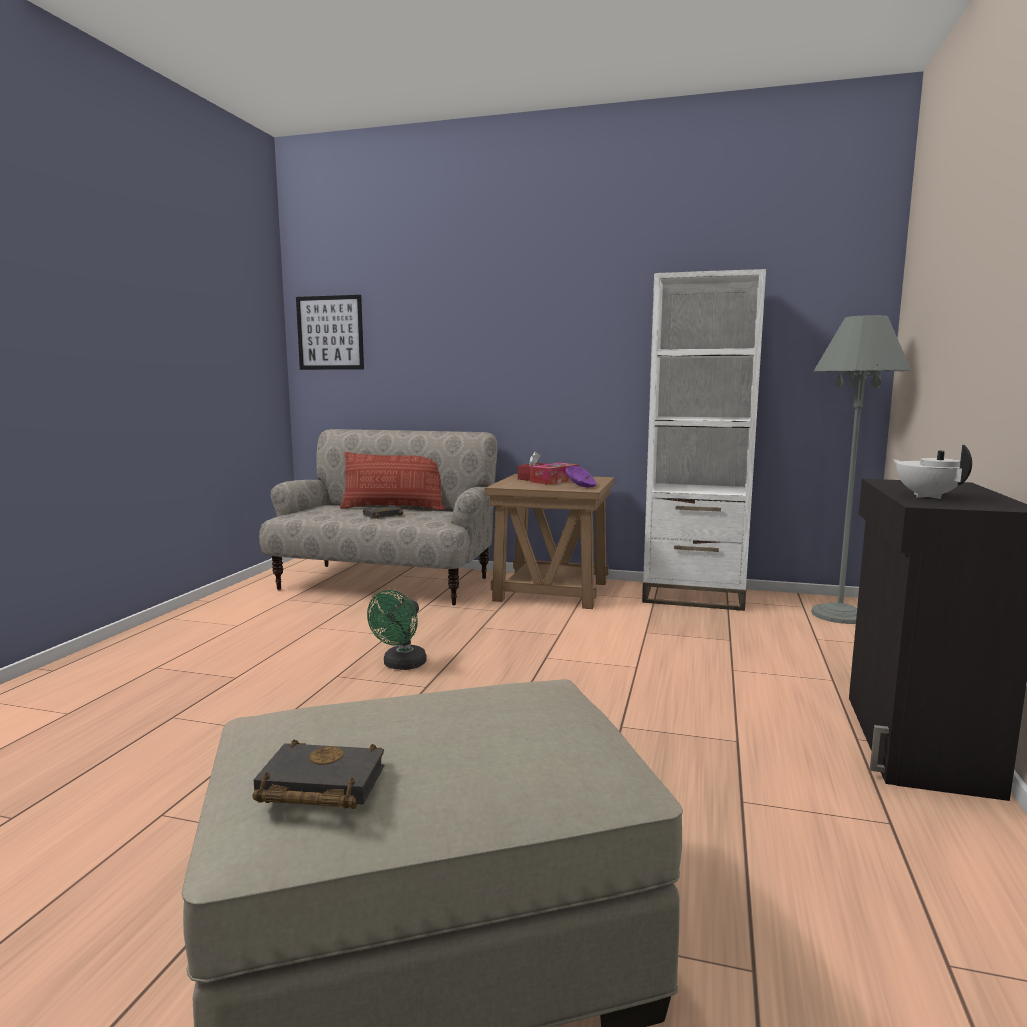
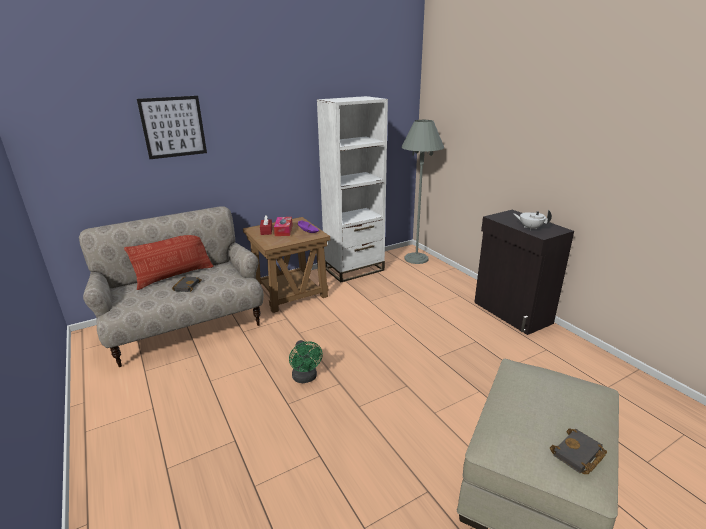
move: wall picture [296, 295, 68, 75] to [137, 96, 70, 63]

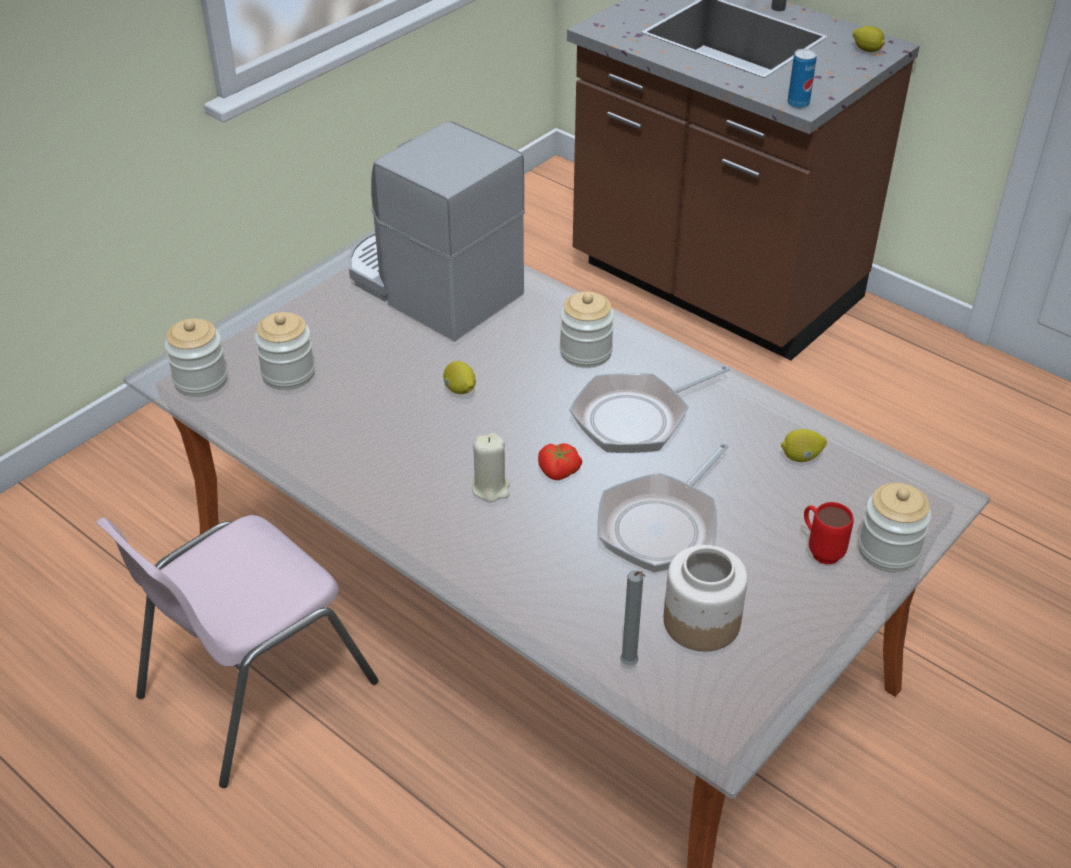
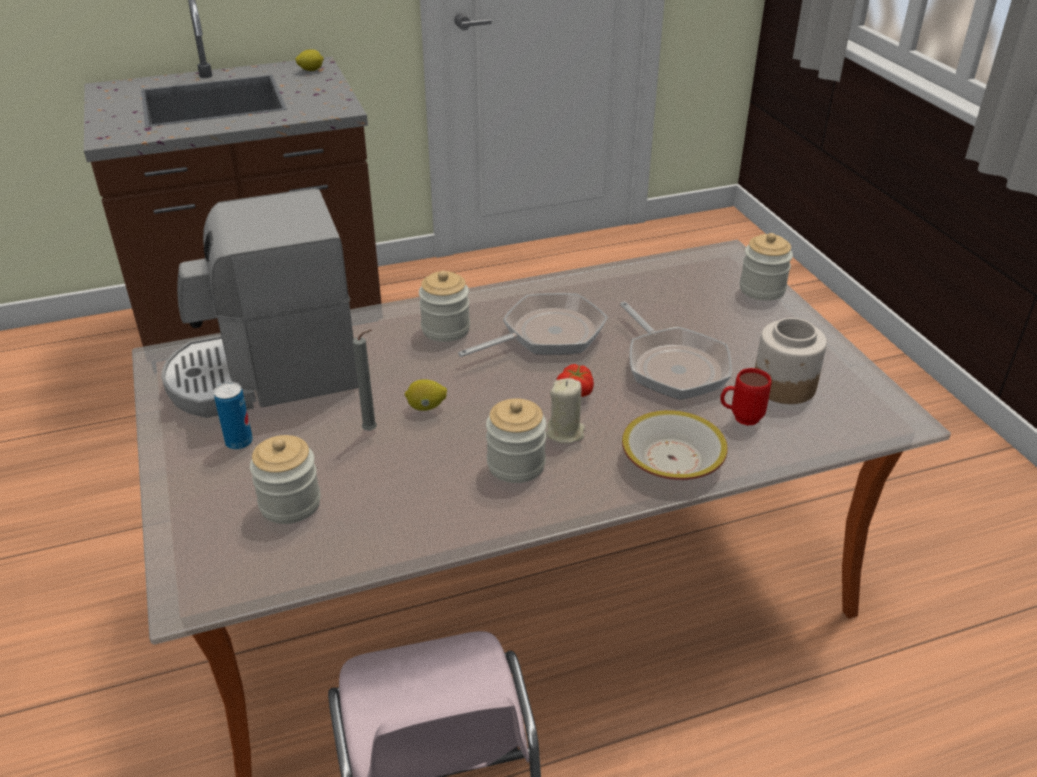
delete: whole lemon [781, 429, 46, 33]
insert: deep dish [622, 410, 106, 70]
move: sealed can [787, 49, 30, 59] to [213, 382, 40, 68]; preserve jar [164, 318, 64, 78] to [486, 398, 61, 85]; red coffee mug [804, 502, 50, 63] to [720, 368, 51, 58]; greyish candle [620, 570, 25, 96] to [353, 330, 24, 101]
rotate: pan [569, 365, 161, 88] = [458, 293, 150, 64] 120 degrees counterclockwise

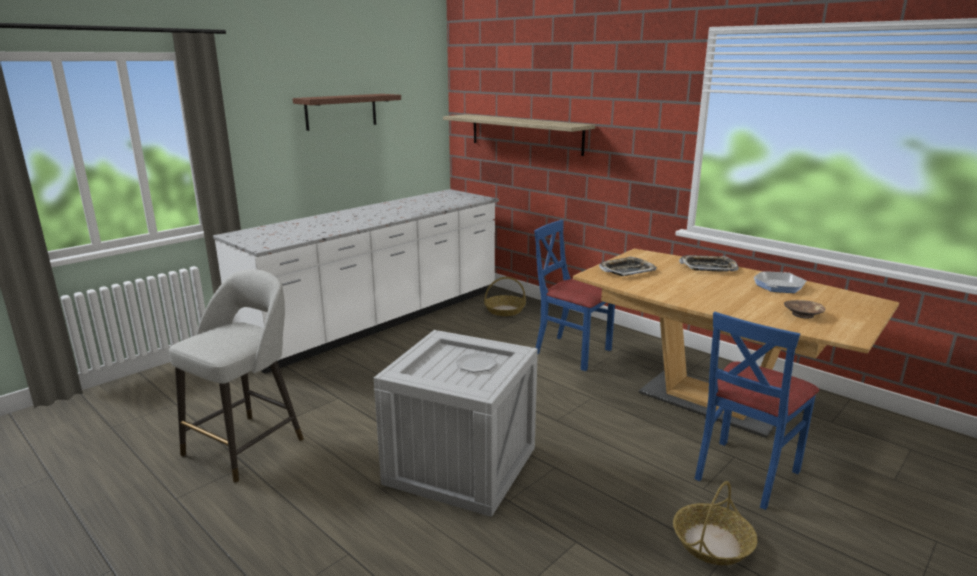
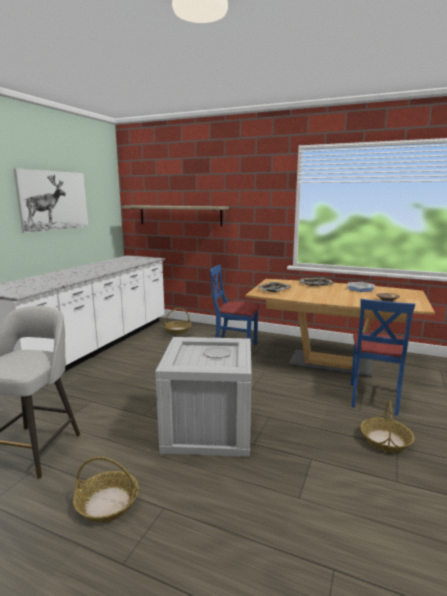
insert: storage basket [73, 457, 66, 66]
replace: brown-coloured shelf [293, 94, 108, 37] to wall picture [14, 168, 74, 65]

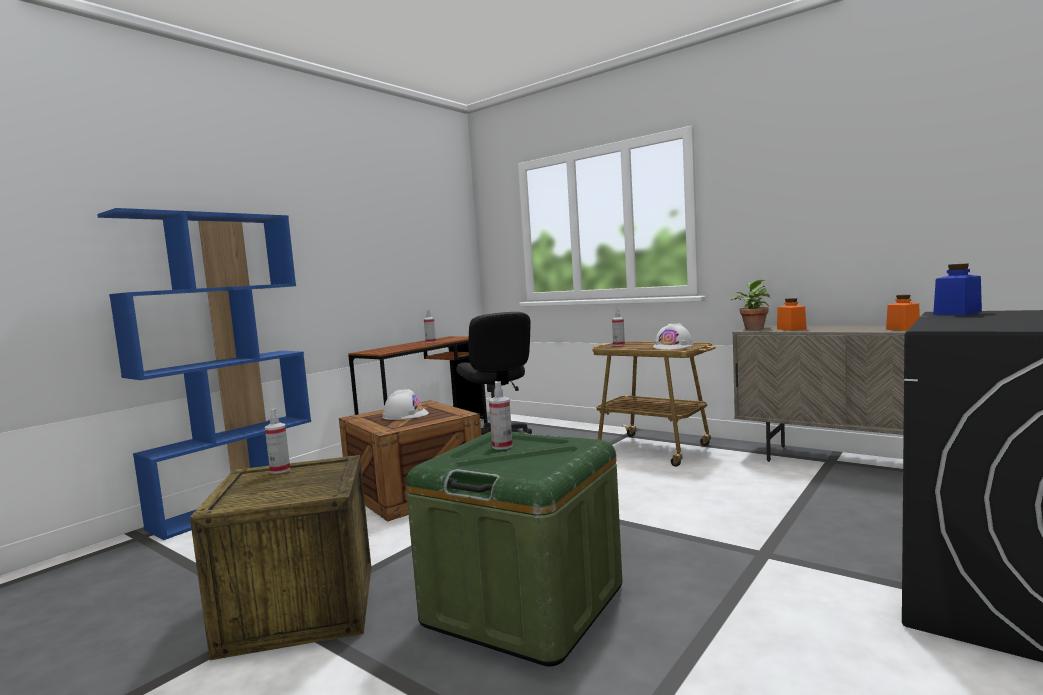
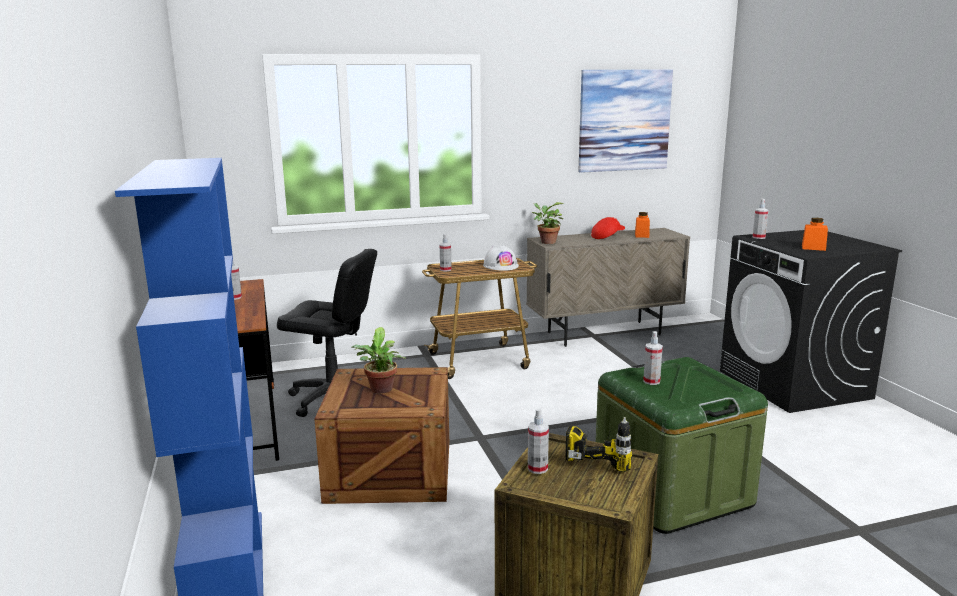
insert: wall picture [578, 69, 95, 104]; red peaked cap [591, 217, 34, 22]; drill [565, 417, 67, 55]
move: orange-coloured preserve jar [777, 298, 30, 33] to [802, 218, 26, 33]
replace: bluish preserve jar [933, 263, 49, 52] to sprayer [753, 199, 16, 40]; whitish hard hat [382, 389, 47, 31] to potted plant [351, 327, 55, 67]

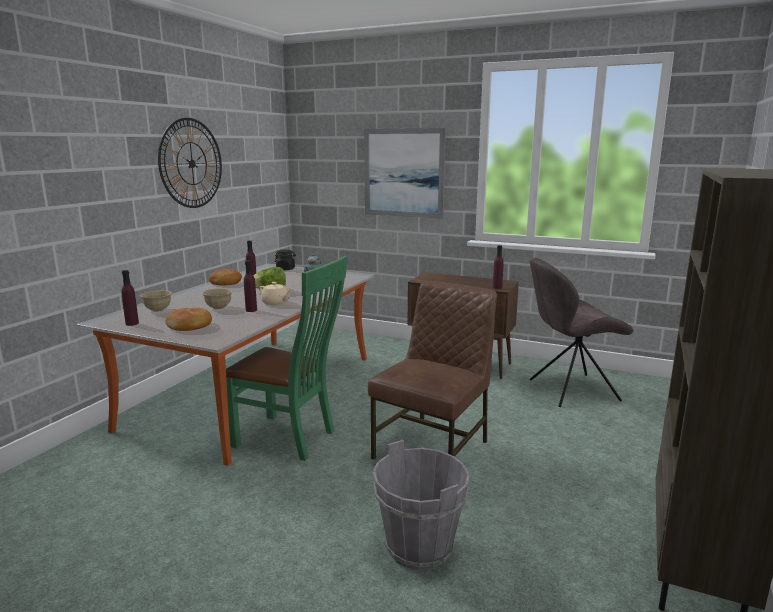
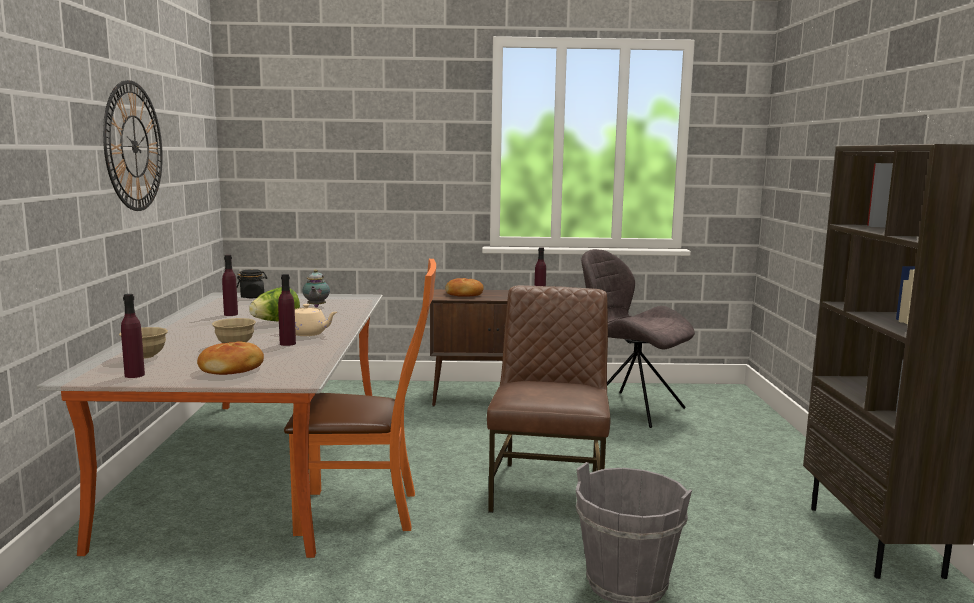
delete: wall picture [364, 128, 82, 91]
move: bakery bread [209, 269, 33, 16] to [445, 278, 39, 19]
recolor: greenish upright chair [226, 256, 122, 205] to orange-coloured upright chair [284, 259, 152, 277]
rotate: greyish upright chair [530, 258, 104, 149] = [581, 249, 114, 179] 75 degrees clockwise

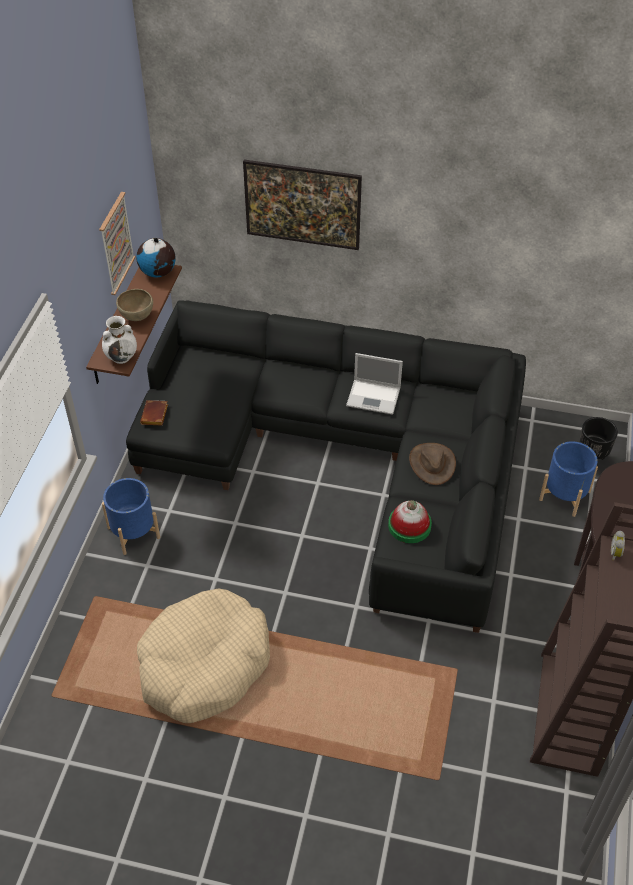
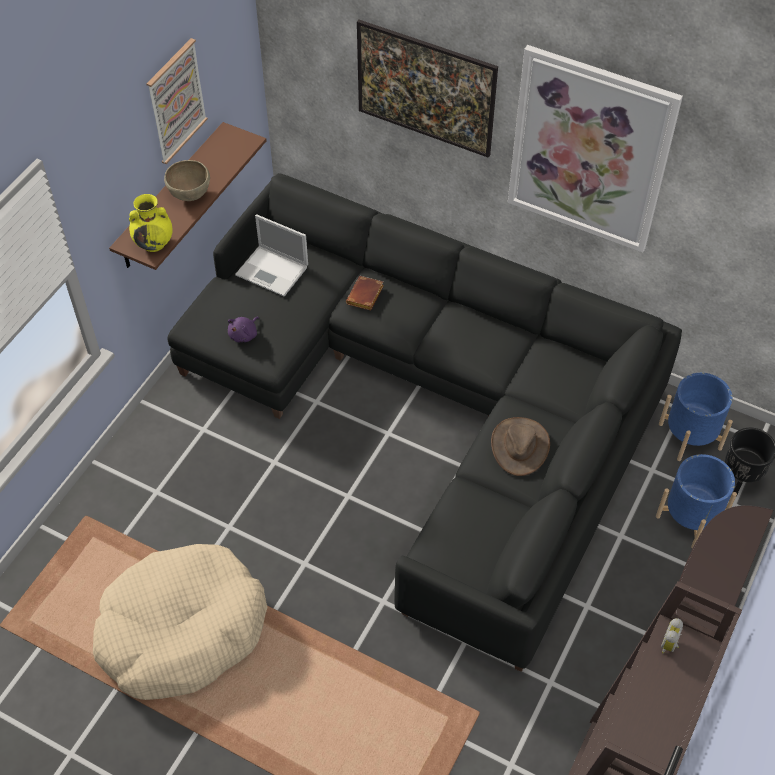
delete: desk globe [136, 237, 40, 40]; hat [388, 500, 44, 43]
insert: wall picture [508, 45, 175, 208]; purple cuddly toy [228, 317, 31, 26]
move: portable computer [346, 353, 57, 62] to [235, 214, 73, 83]; brown-coloured book [140, 400, 28, 26] to [346, 276, 38, 34]; bluish plant pot [102, 478, 58, 77] to [659, 373, 74, 88]
recolor: whitish decorative vase [102, 316, 35, 48] to yellow decorative vase [129, 194, 44, 58]

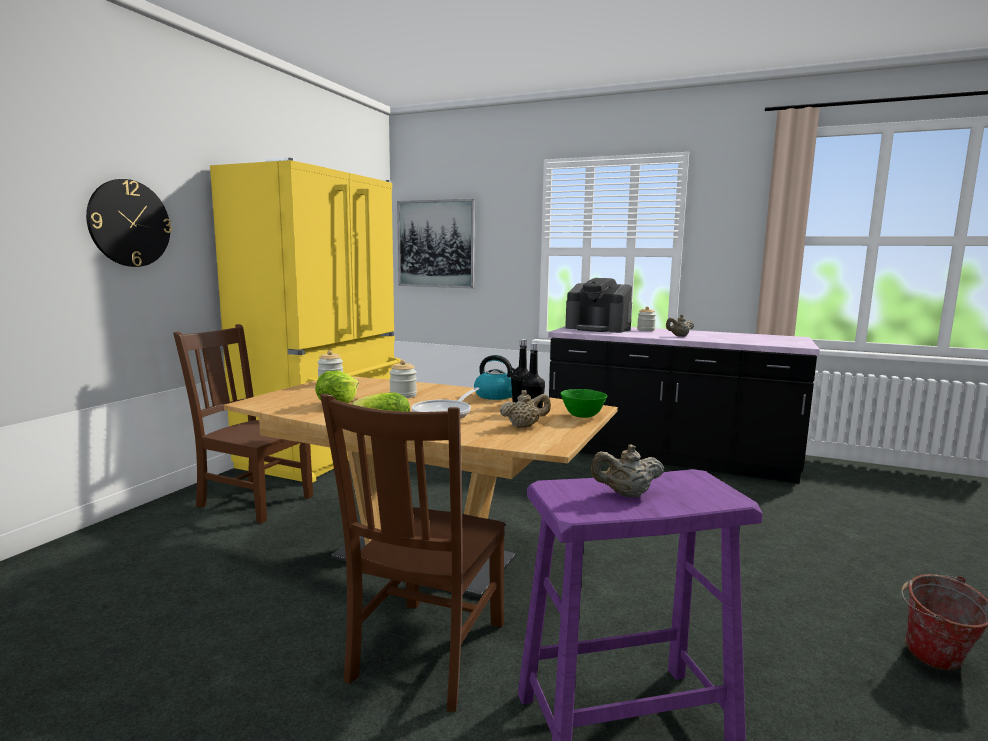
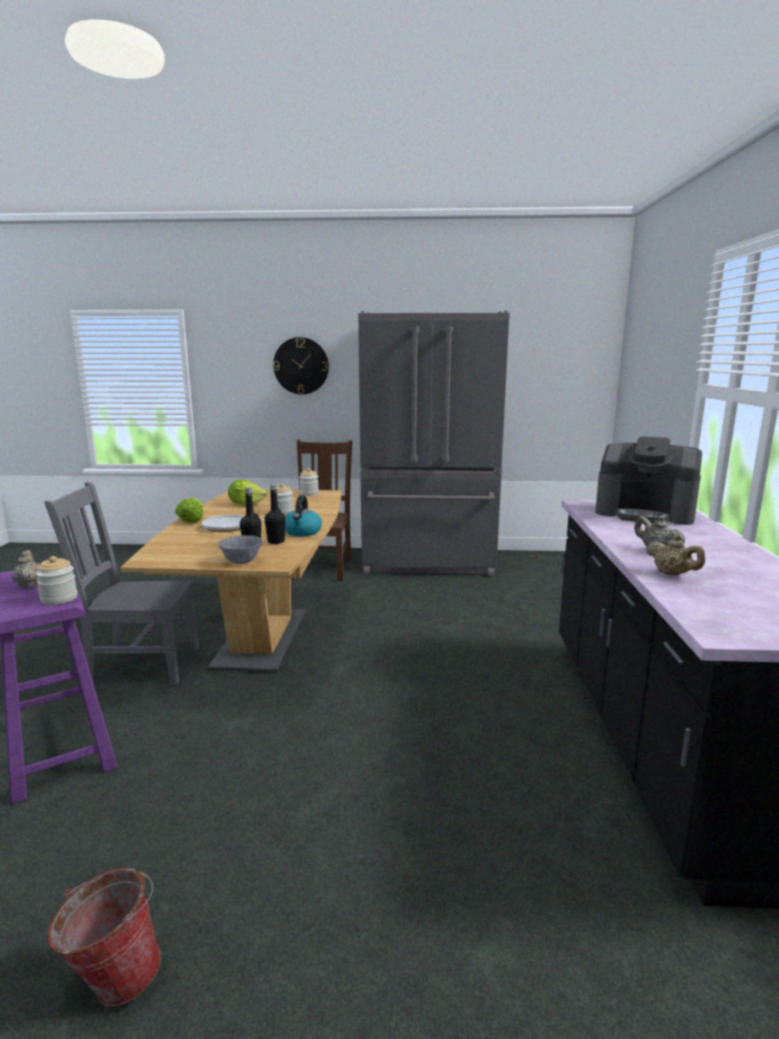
delete: wall picture [397, 199, 78, 89]
move: preserve jar [637, 306, 19, 25] to [35, 556, 42, 49]; beige-coloured pot for tea [500, 390, 51, 38] to [646, 535, 59, 41]
recolor: yellow kitchen fridge [210, 158, 191, 325] to greyish kitchen fridge [358, 311, 152, 265]; greenish deep dish [560, 389, 47, 29] to greyish deep dish [218, 535, 45, 29]; brown-coloured upright chair [320, 394, 185, 318] to greyish upright chair [44, 482, 155, 203]
rotate: coffee brewer [565, 278, 67, 55] = [595, 436, 107, 89] 75 degrees counterclockwise

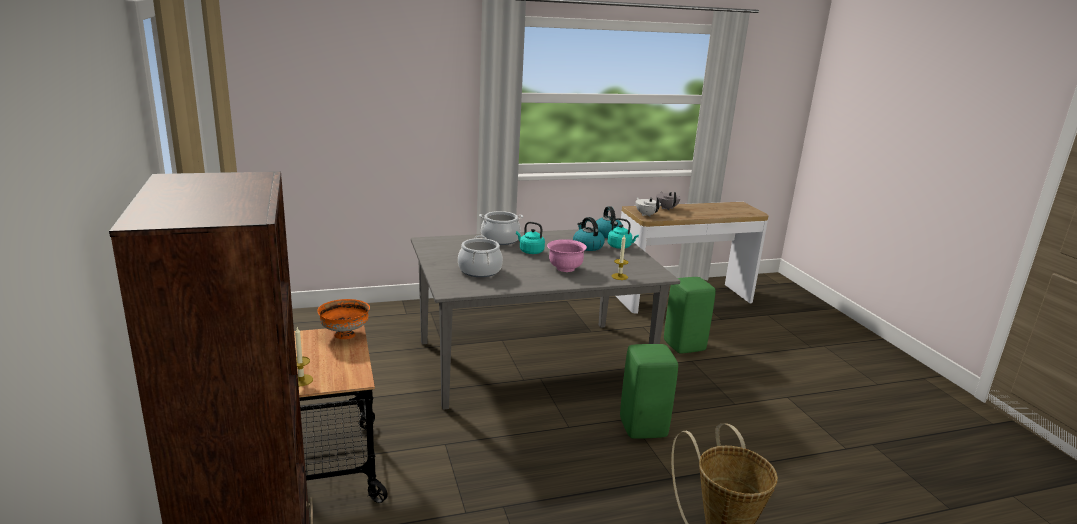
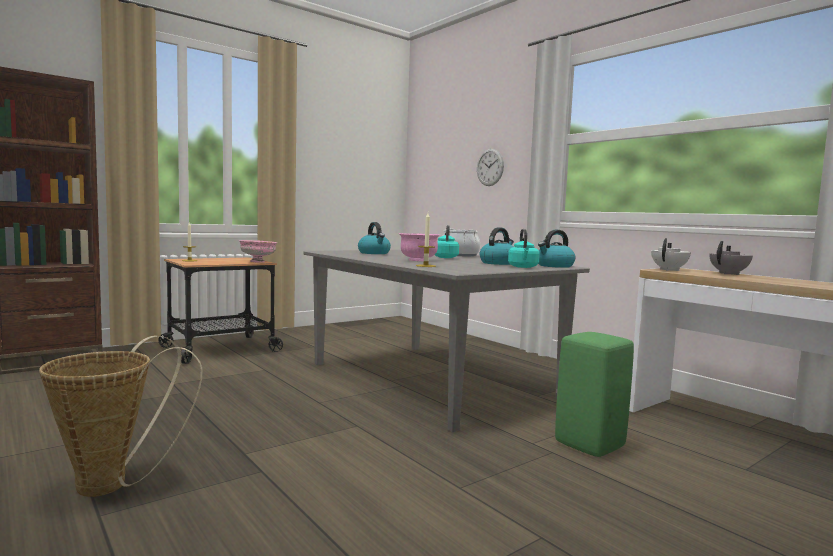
delete: greenish stool seat [620, 344, 58, 95]
insert: hanging clock [477, 149, 27, 37]
replace: saucepot [458, 235, 45, 42] to tea kettle [358, 222, 33, 32]
recolor: orange-coloured deep dish [317, 299, 53, 40] to pink-coloured deep dish [239, 240, 38, 23]

